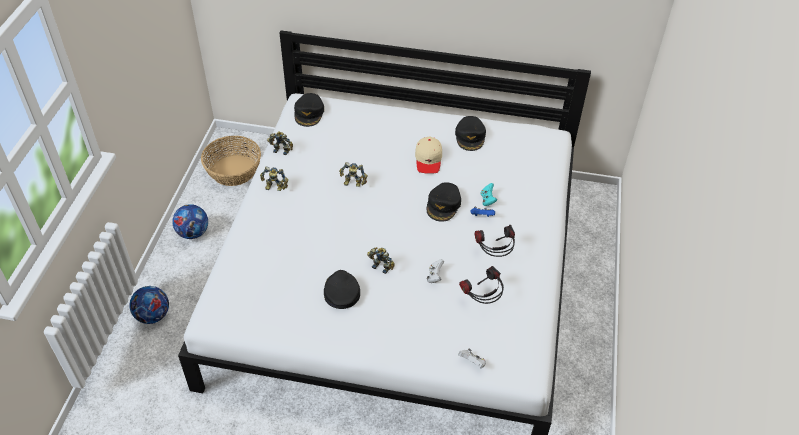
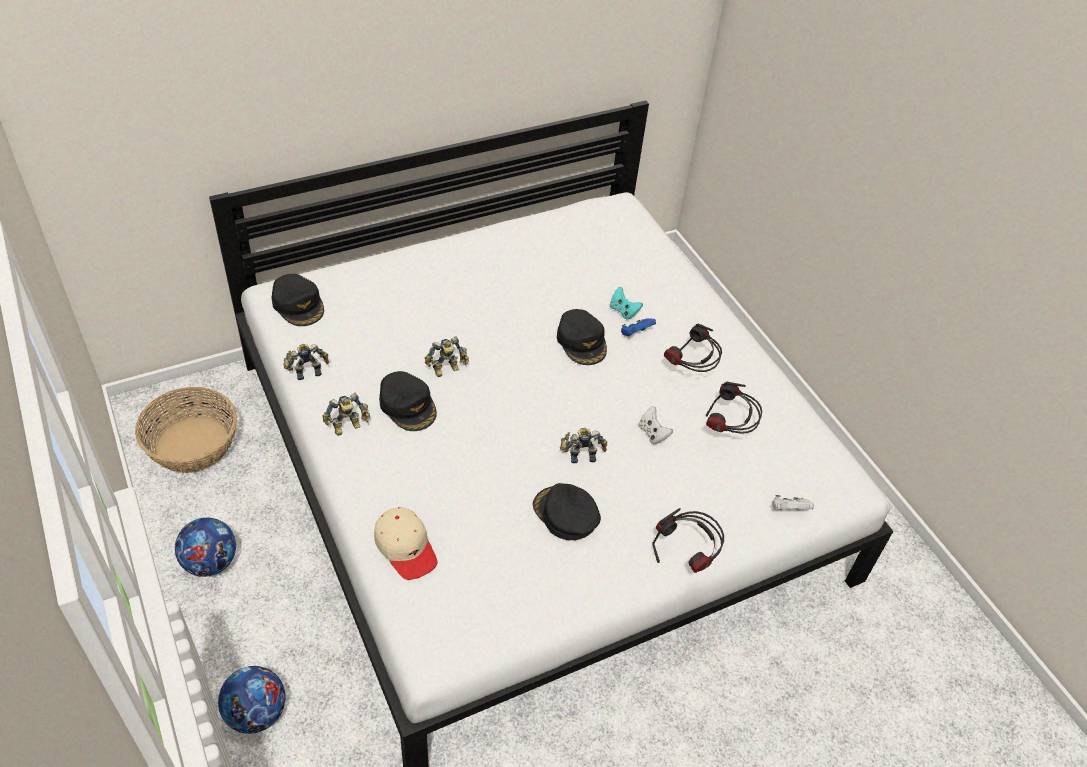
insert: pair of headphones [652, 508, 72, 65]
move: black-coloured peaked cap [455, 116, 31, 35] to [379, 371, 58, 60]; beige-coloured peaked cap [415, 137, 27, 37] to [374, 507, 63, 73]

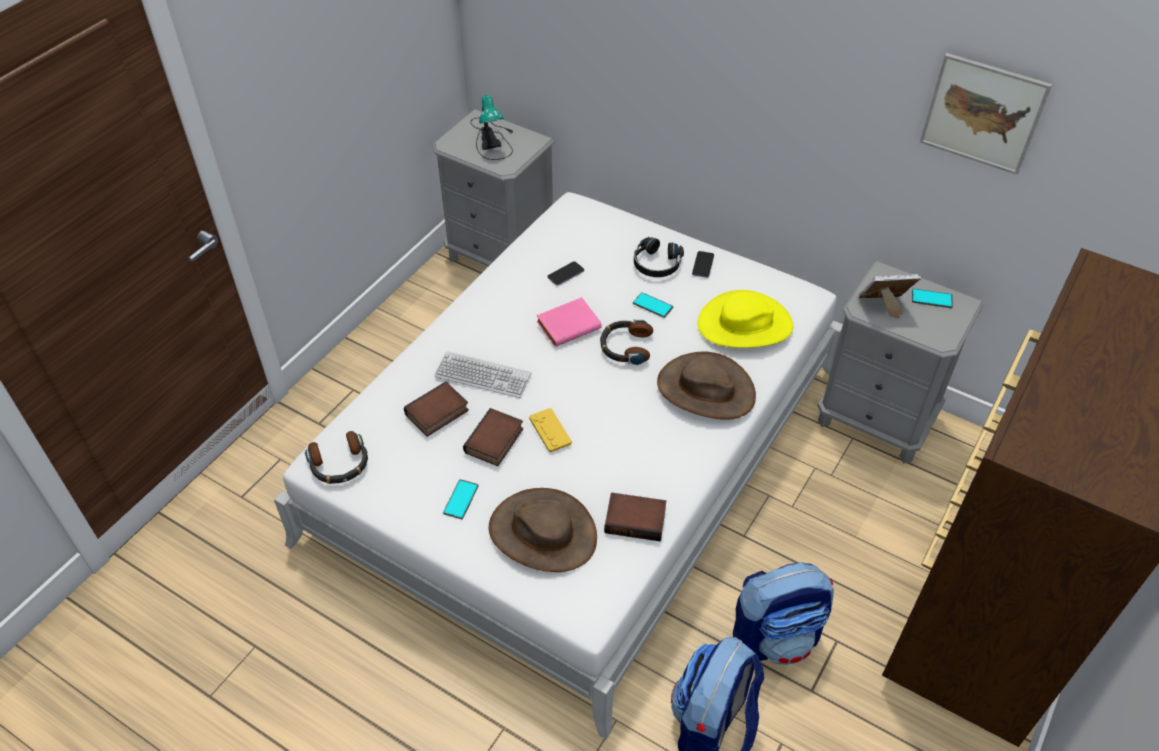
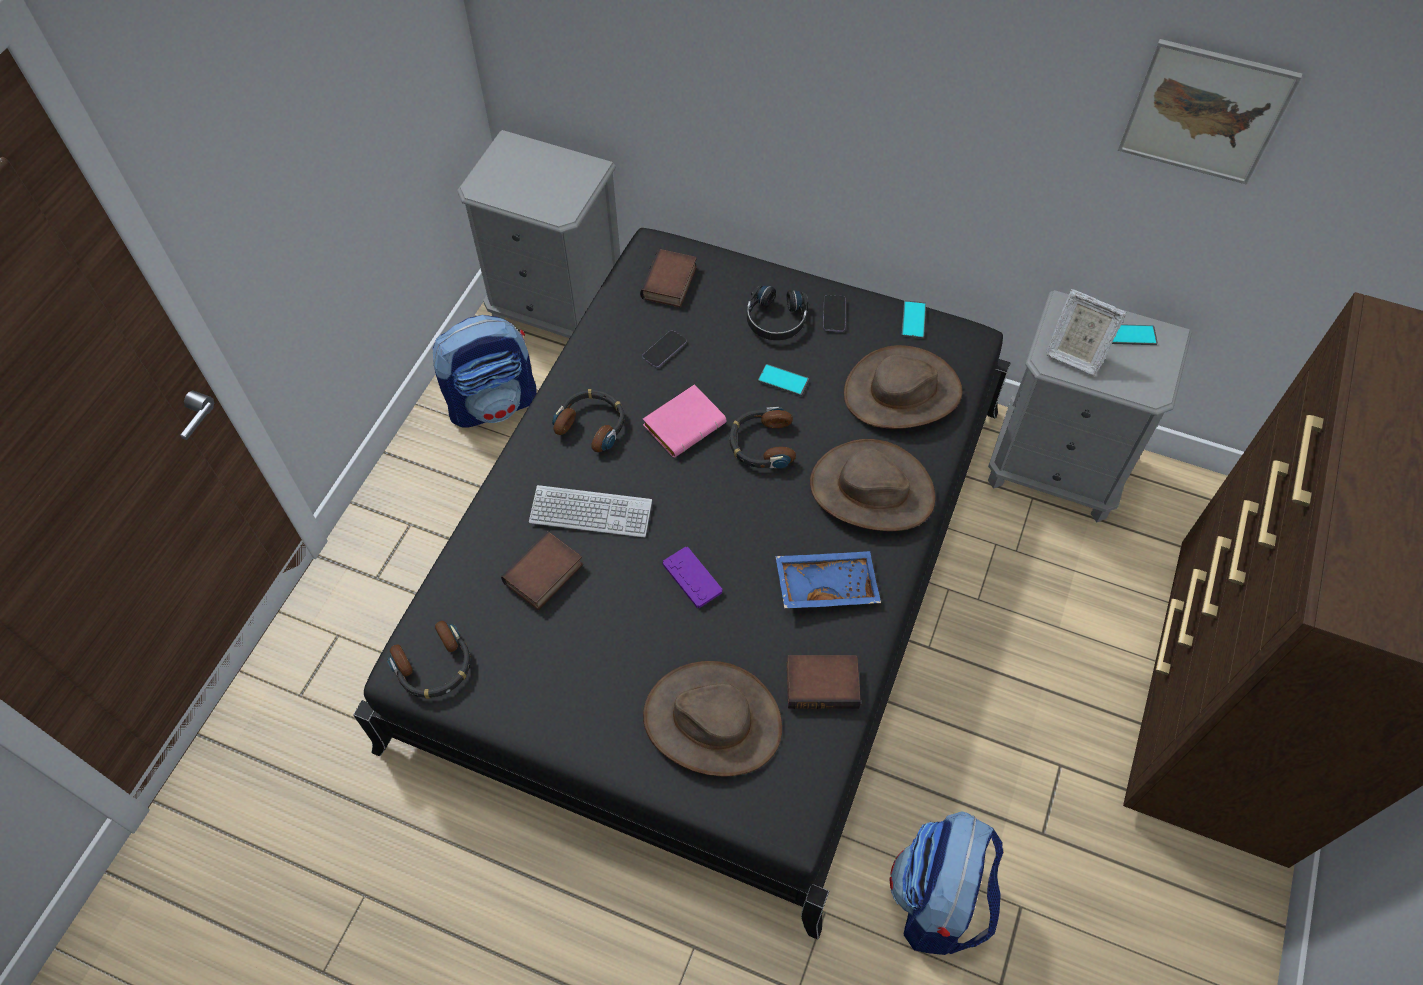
delete: lamp for a table [471, 95, 42, 65]
insert: pair of headphones [552, 389, 72, 63]; bluish serving tray [775, 551, 106, 57]
move: book [463, 408, 60, 58] to [640, 249, 57, 59]; telephone [443, 479, 35, 40] to [901, 300, 25, 39]; rucksack [733, 562, 101, 103] to [433, 315, 104, 113]
recolor: whitish bed [274, 192, 569, 547] to black-coloured bed [353, 228, 658, 711]; yellow hat [697, 290, 96, 58] to brown-coloured hat [844, 345, 118, 84]; yellow joypad [529, 408, 43, 44] to purple joypad [663, 547, 60, 61]
rotate: picture frame [858, 274, 63, 44] = [1046, 289, 80, 87] 135 degrees counterclockwise

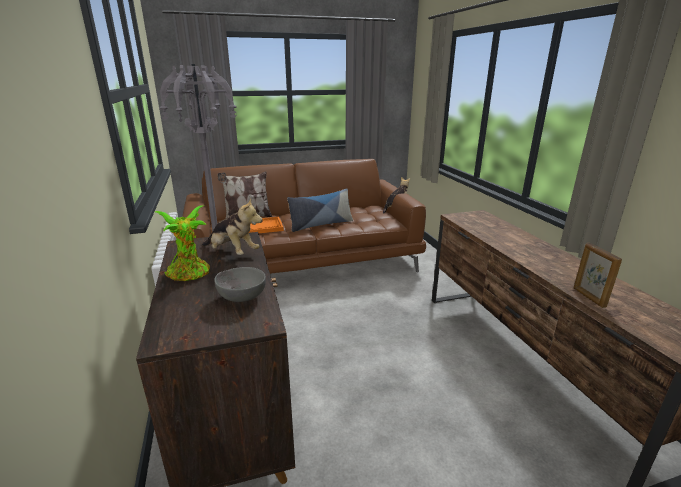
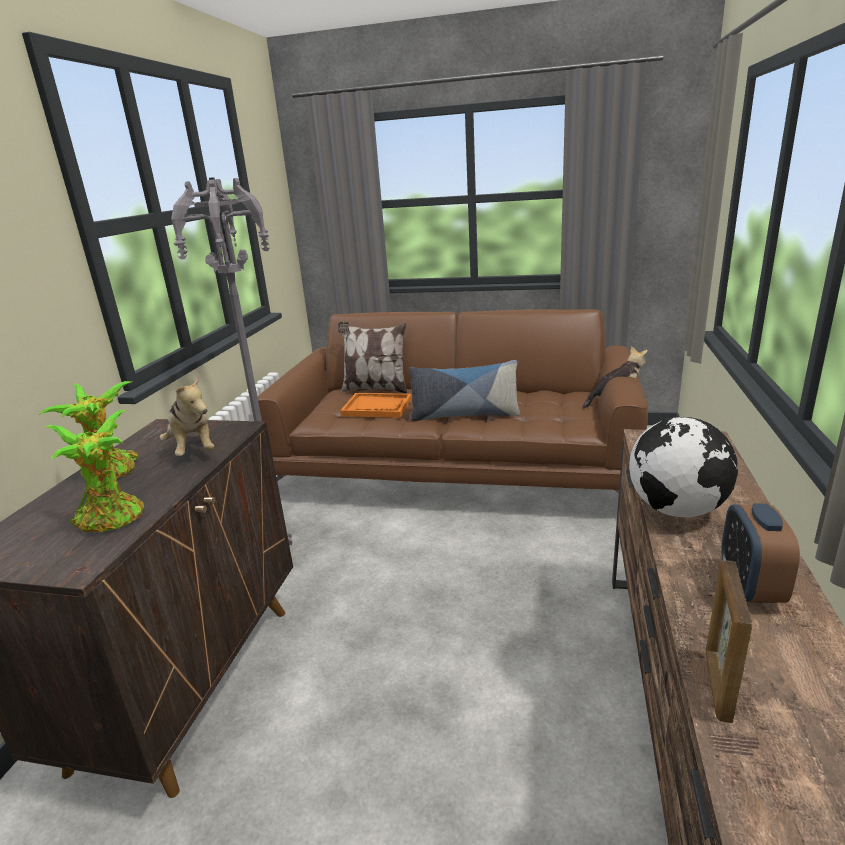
insert: desk globe [629, 417, 109, 100]; bedside clock [721, 503, 79, 100]
replace: greyish deep dish [214, 267, 52, 35] to potted plant [44, 410, 100, 122]

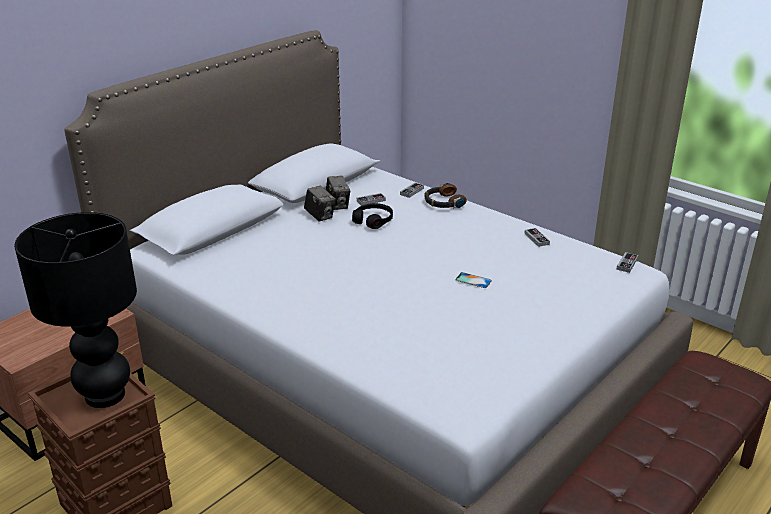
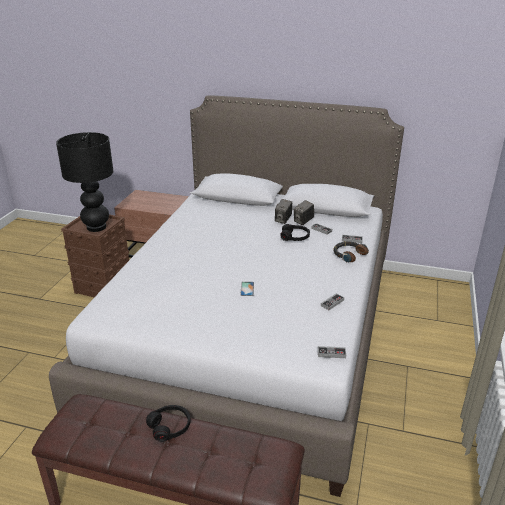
insert: black-coloured pair of headphones [146, 405, 45, 37]

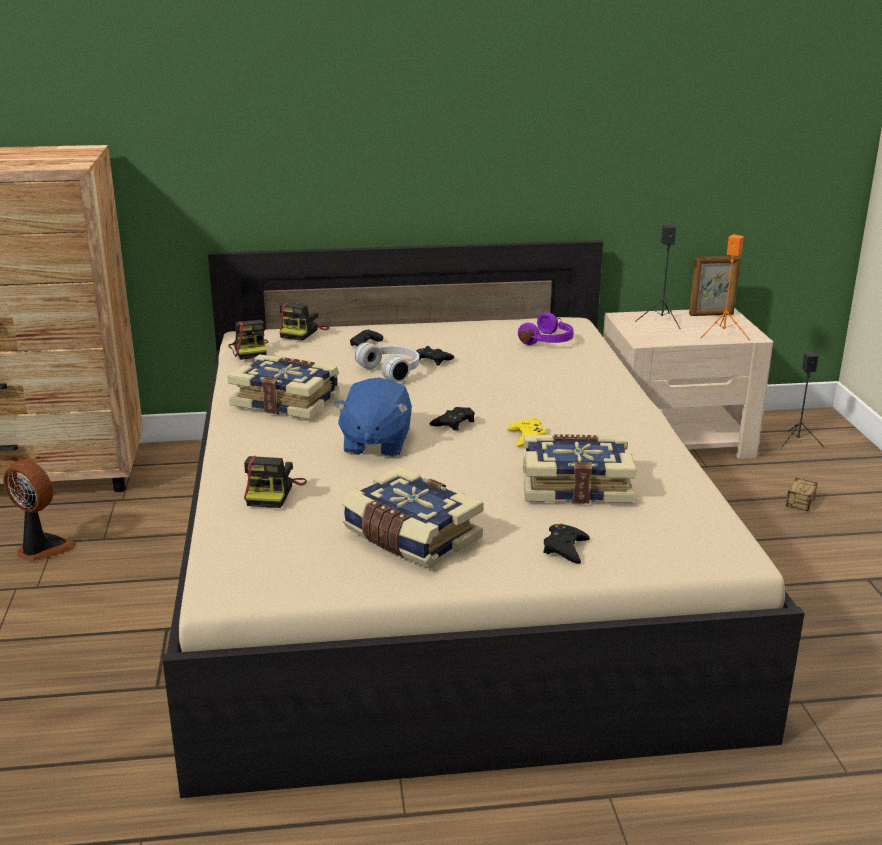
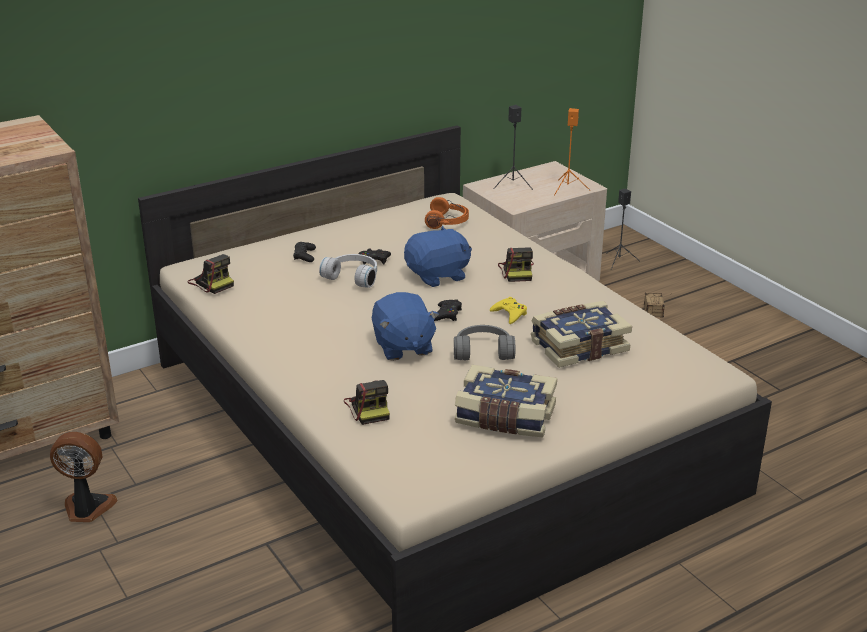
delete: picture frame [689, 256, 52, 60]; book [227, 355, 113, 64]; black-coloured joypad [543, 524, 47, 40]
insert: bluish cuddly toy [404, 226, 68, 61]; greyish pair of headphones [454, 325, 61, 35]
move: still camera [280, 302, 50, 39] to [498, 247, 36, 35]
recolor: purple pair of headphones [518, 312, 56, 33] to orange-coloured pair of headphones [425, 197, 44, 32]

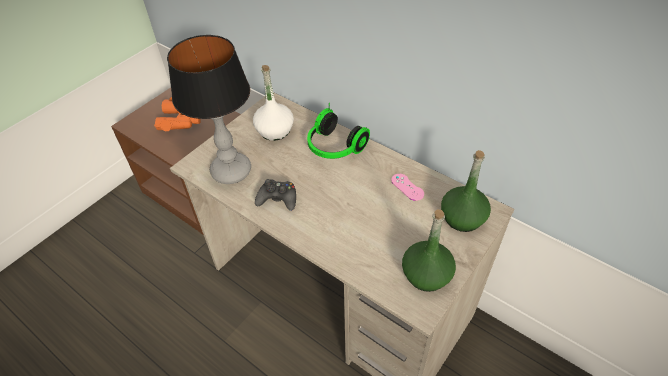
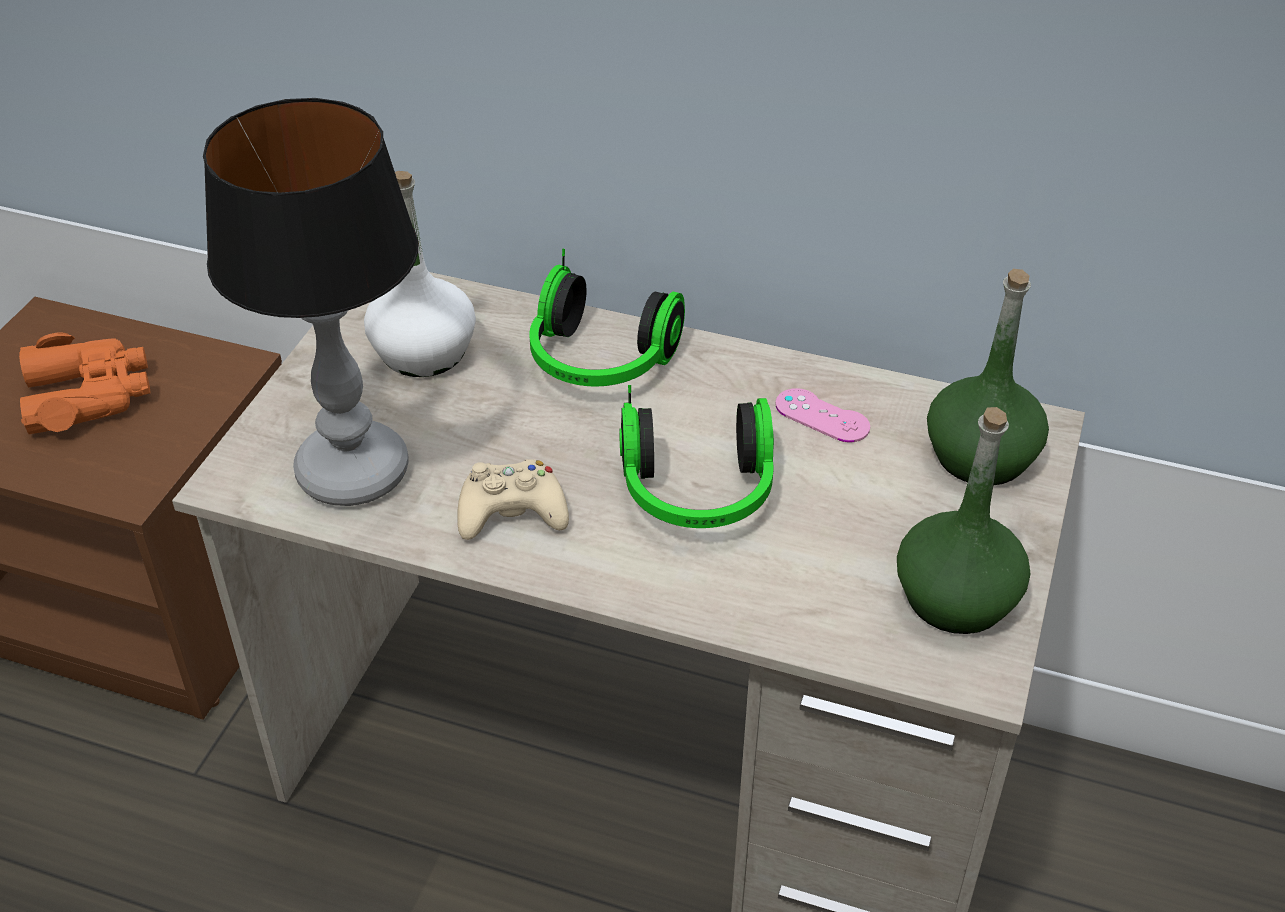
insert: pair of headphones [619, 385, 155, 143]
recolor: black-coloured joypad [255, 179, 41, 32] to beige-coloured joypad [457, 459, 112, 81]

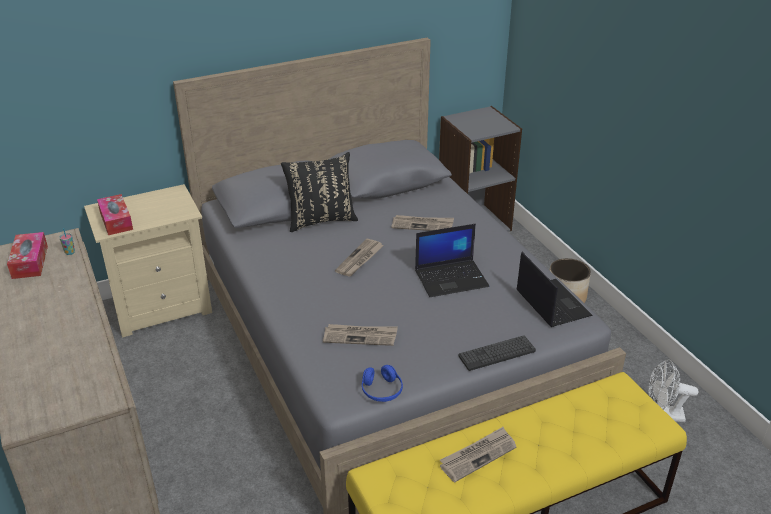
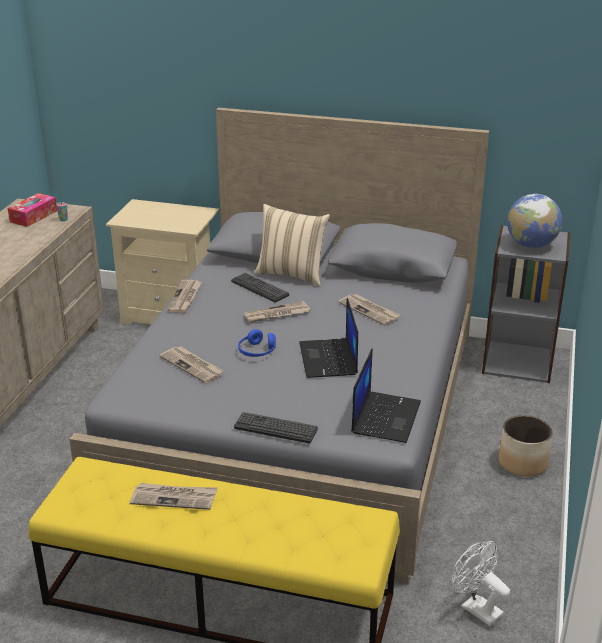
delete: box of tissues [97, 194, 36, 41]
insert: desk globe [507, 194, 55, 54]; keyboard [231, 273, 58, 29]; newspaper [168, 280, 34, 33]
move: bluish pair of headphones [362, 365, 41, 37] to [238, 329, 38, 28]
recolor: black-coloured throw pillow [281, 152, 77, 80] to beige-coloured throw pillow [254, 204, 76, 83]
rotate: portable computer [415, 224, 74, 73] = [299, 298, 59, 80] 60 degrees clockwise

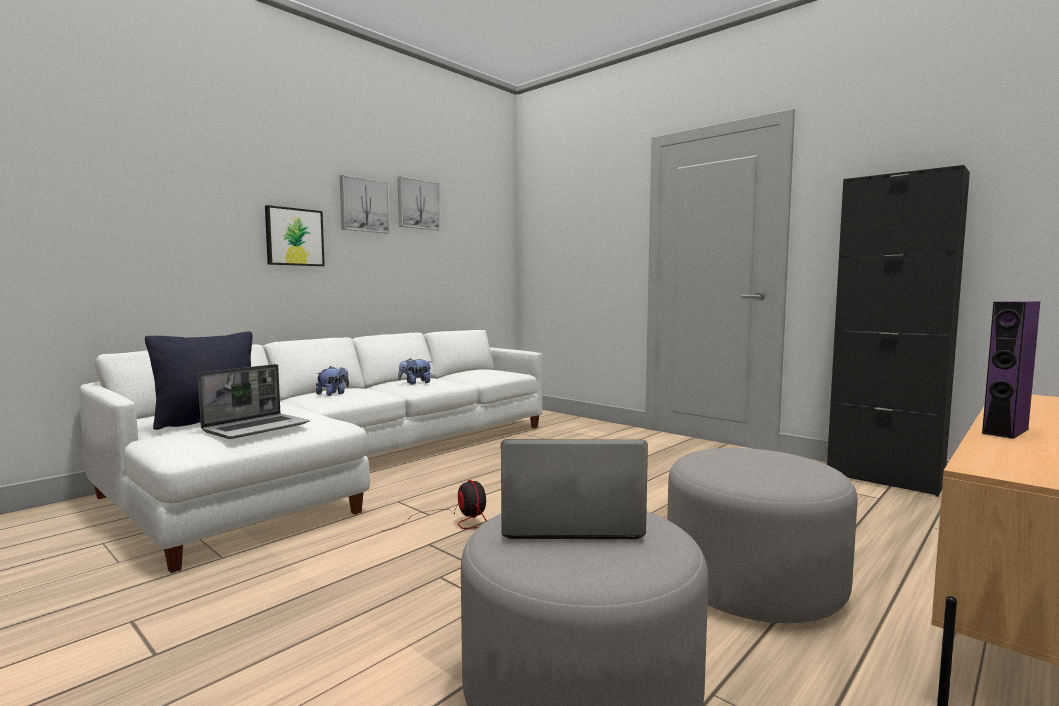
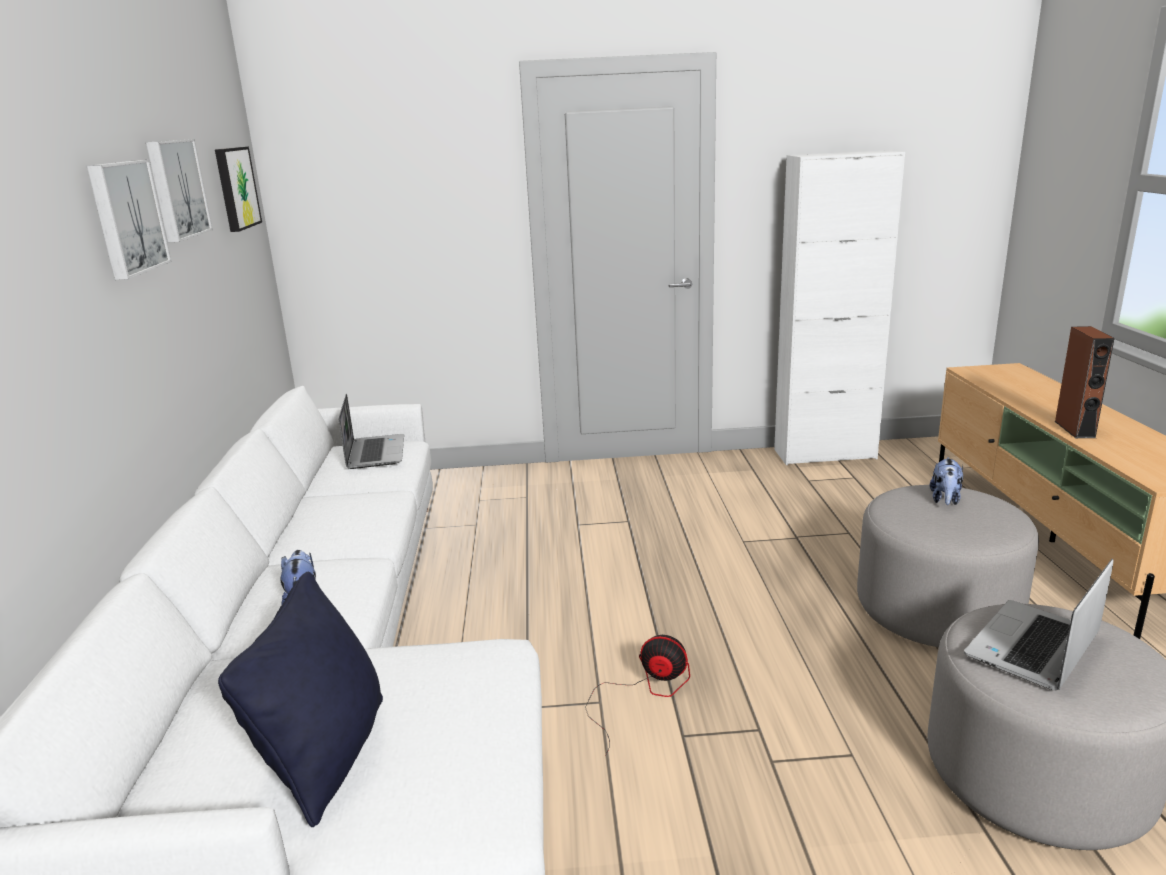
move: wall picture [265, 205, 60, 61] to [215, 147, 47, 85]; cuddly toy [398, 358, 34, 27] to [930, 457, 33, 48]; portable computer [198, 364, 111, 75] to [339, 394, 65, 75]
recolor: black-coloured cupboard [827, 165, 143, 332] to whitish cupboard [774, 150, 131, 315]; purple audio speaker [982, 301, 58, 138] to brown-coloured audio speaker [1054, 326, 60, 112]

